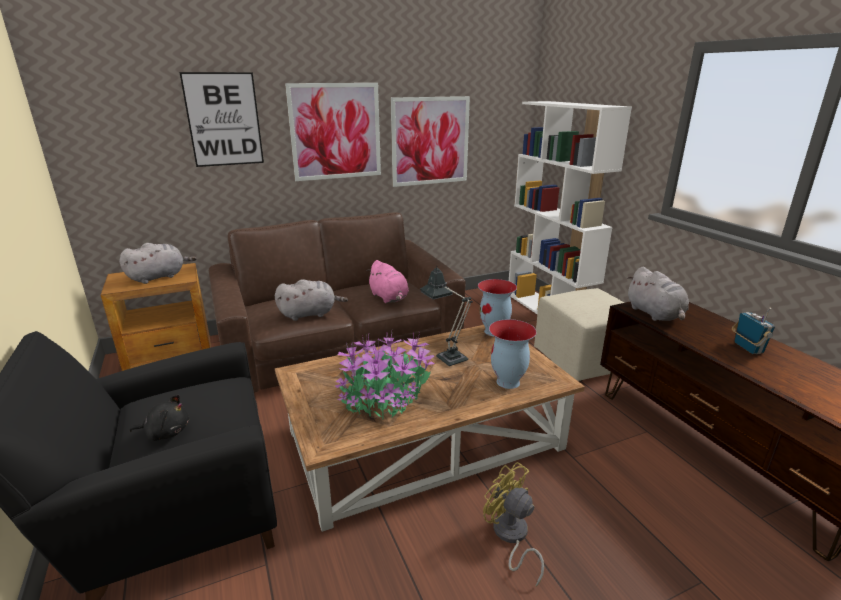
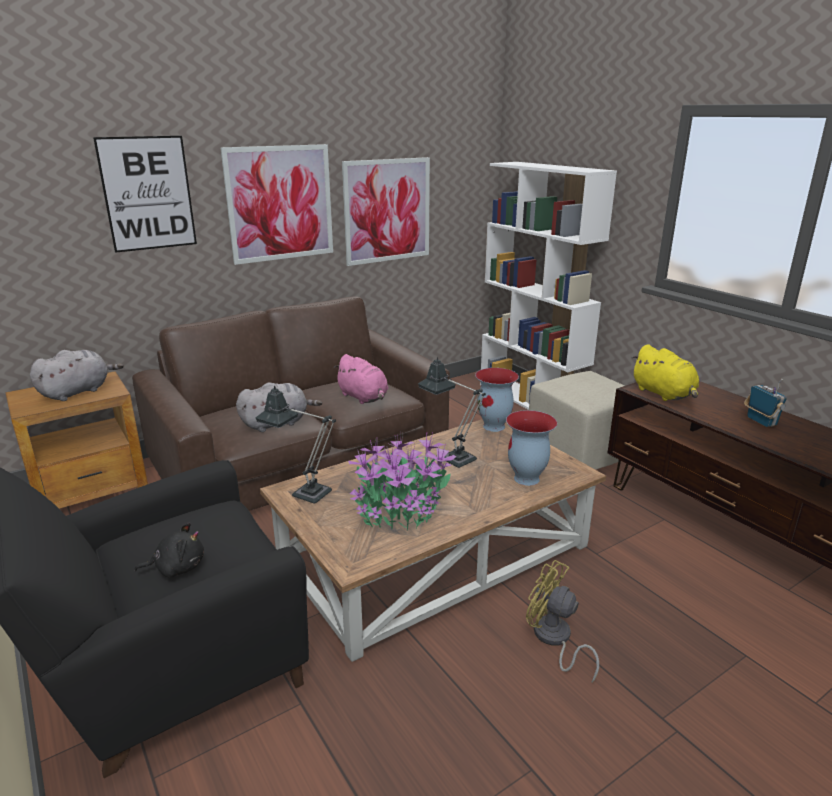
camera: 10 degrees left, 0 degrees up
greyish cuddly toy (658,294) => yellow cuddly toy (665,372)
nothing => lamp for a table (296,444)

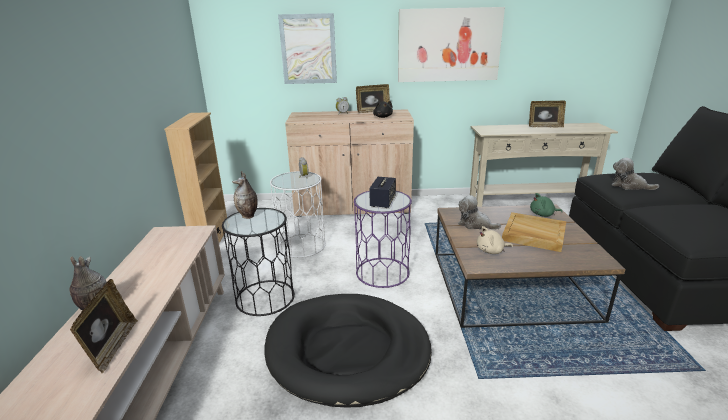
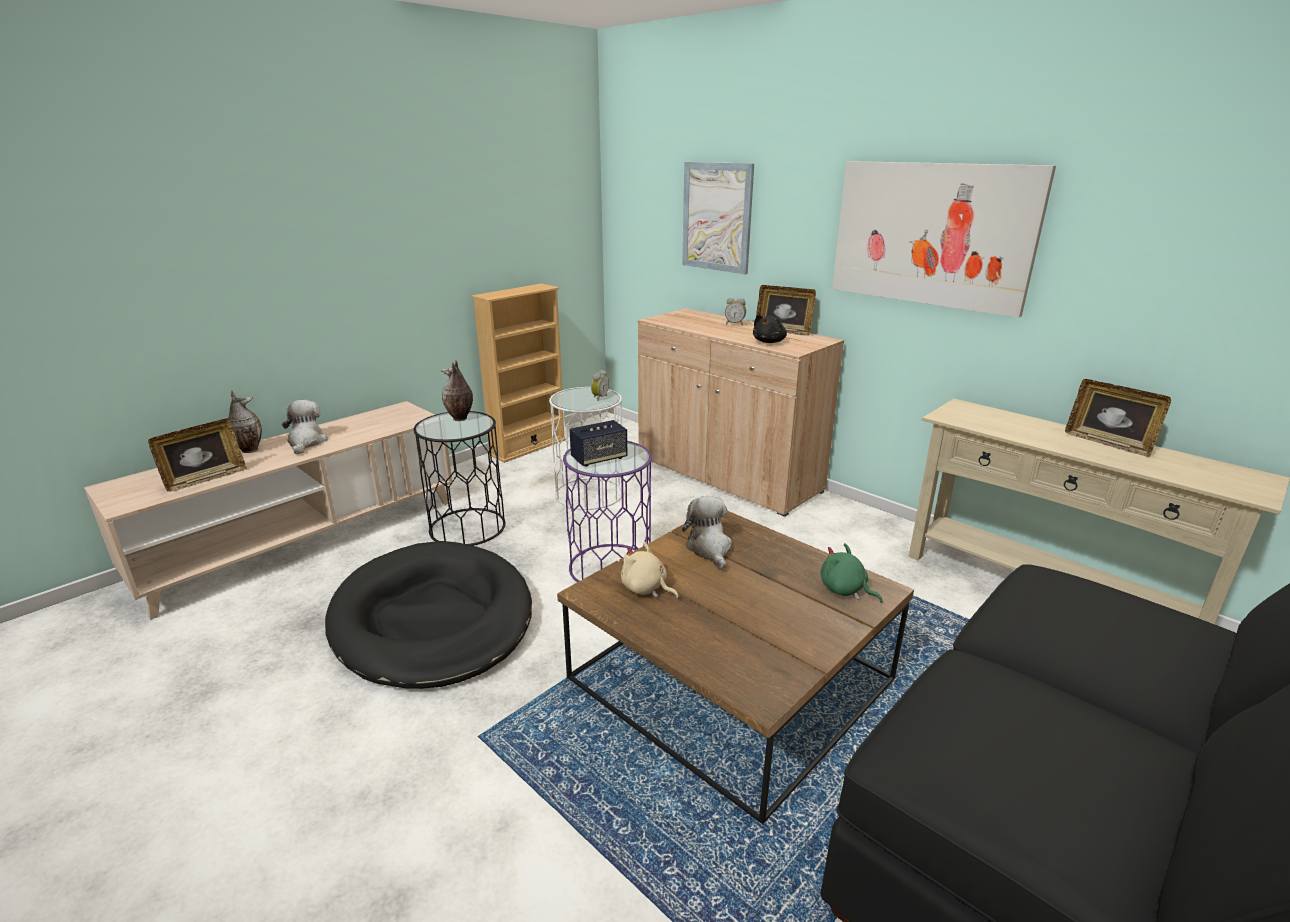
camera: 45 degrees right, 0 degrees up
cuddly toy (635,174) => cuddly toy (305,427), move
beige serving tray (534,232) => nothing

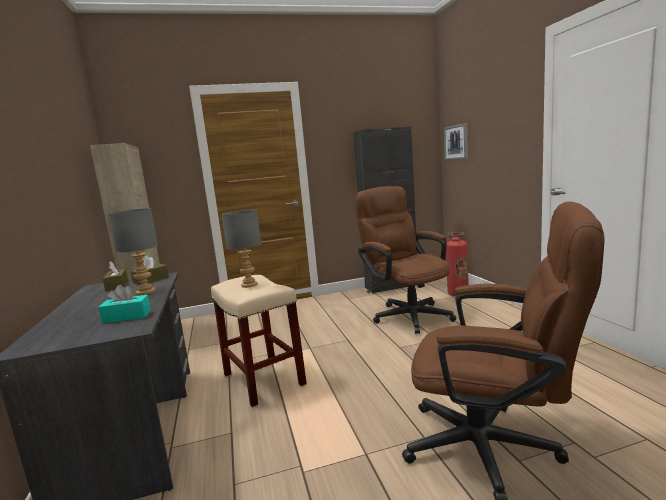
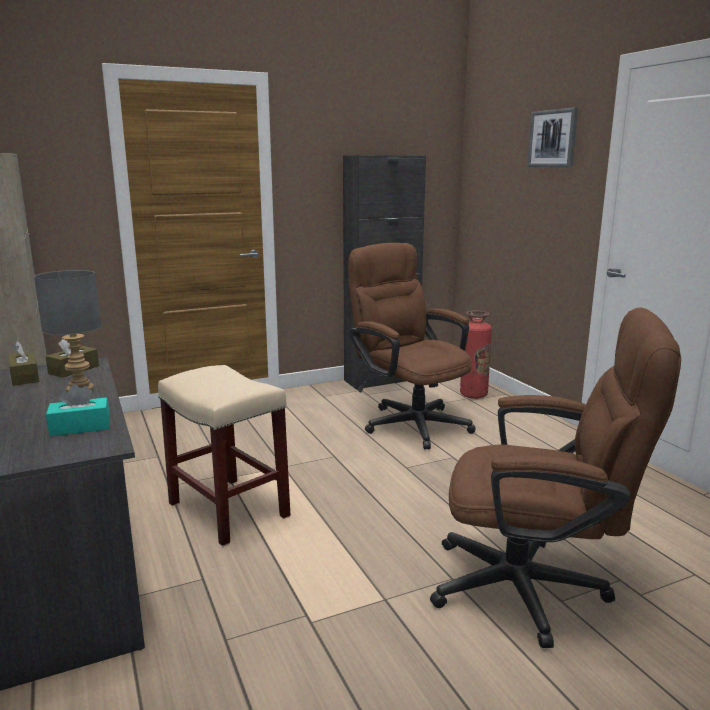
camera: 10 degrees left, 5 degrees up
wall art (455,141) => wall art (552,137), move
greyish lamp for a table (241,249) => nothing

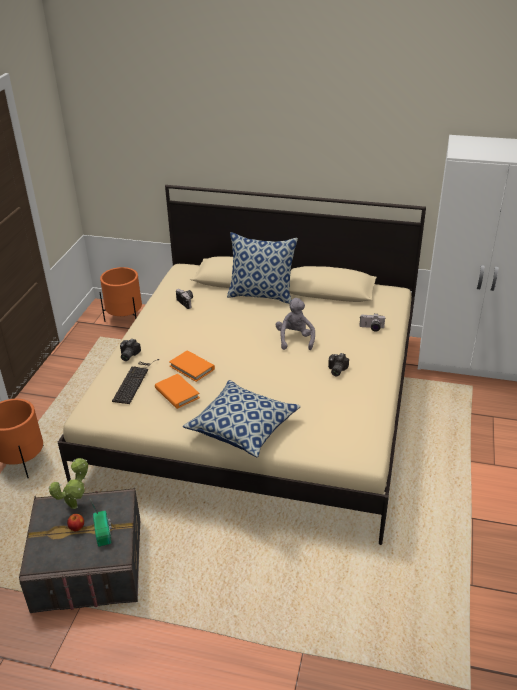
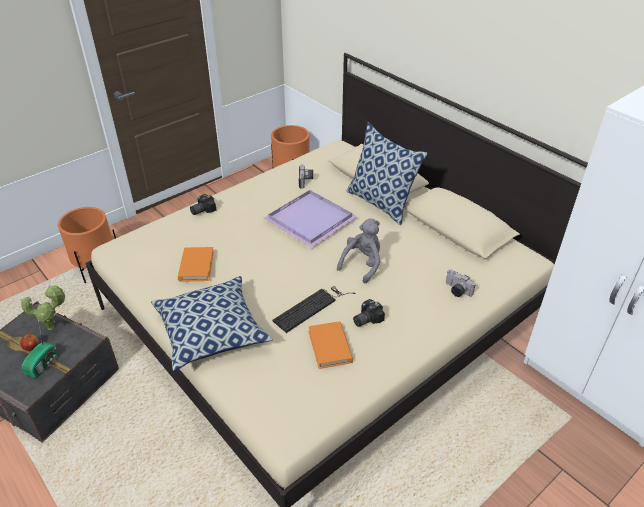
camera: 35 degrees right, 5 degrees up
orange-coloured volume (192,366) => orange-coloured volume (330,345), move
computer keyboard (135,381) => computer keyboard (313,309), move
nothing => purple-coloured serving tray (310,219)

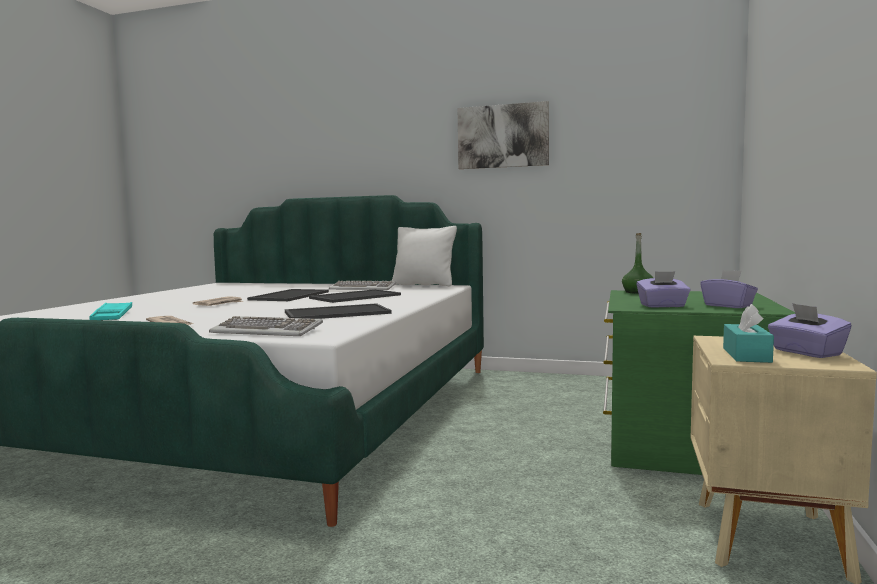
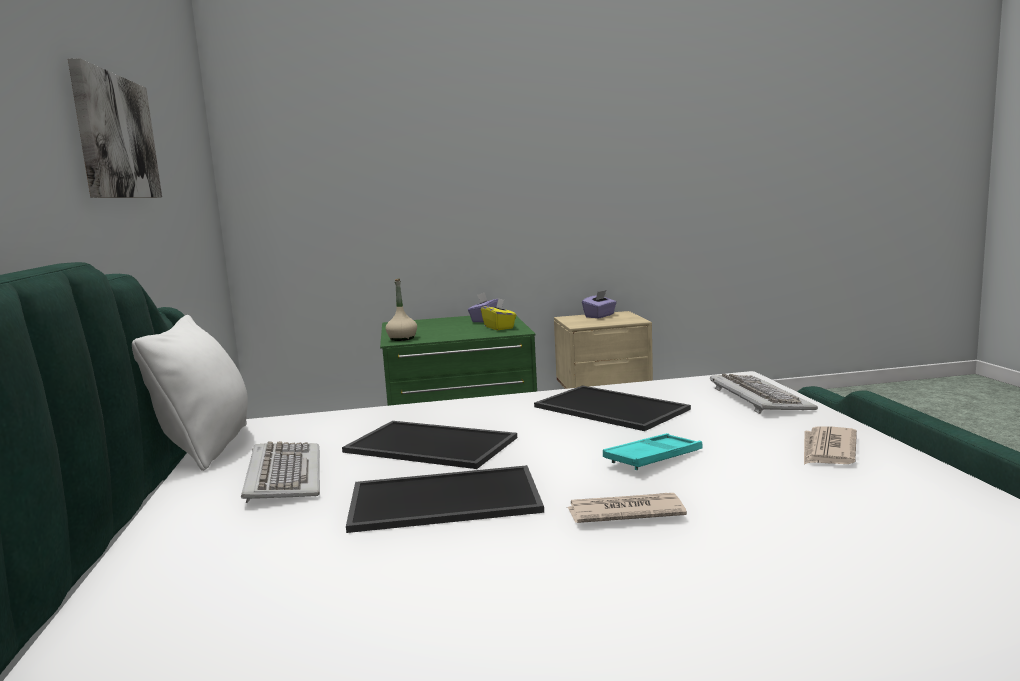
camera: 115 degrees left, 5 degrees up
greenish drink bottle (637,263) => beige drink bottle (401,309)
purple-coloured tissue box (664,289) => yellow tissue box (498,314)
turquoise-coloured serving tray (110,311) => turquoise-coloured serving tray (652,451), move
turquoise-coloured tissue box (748,333) => nothing

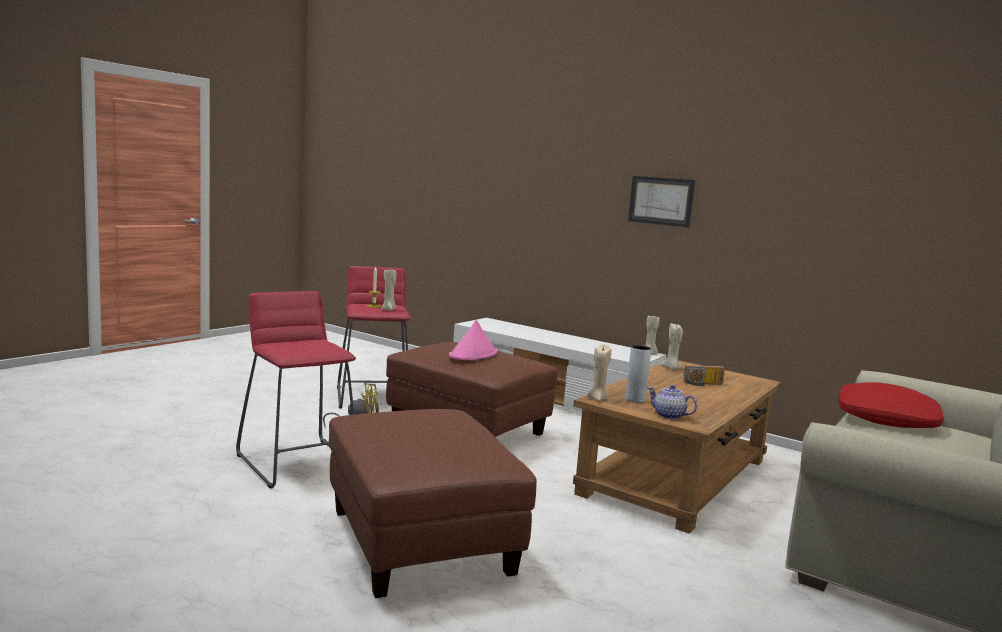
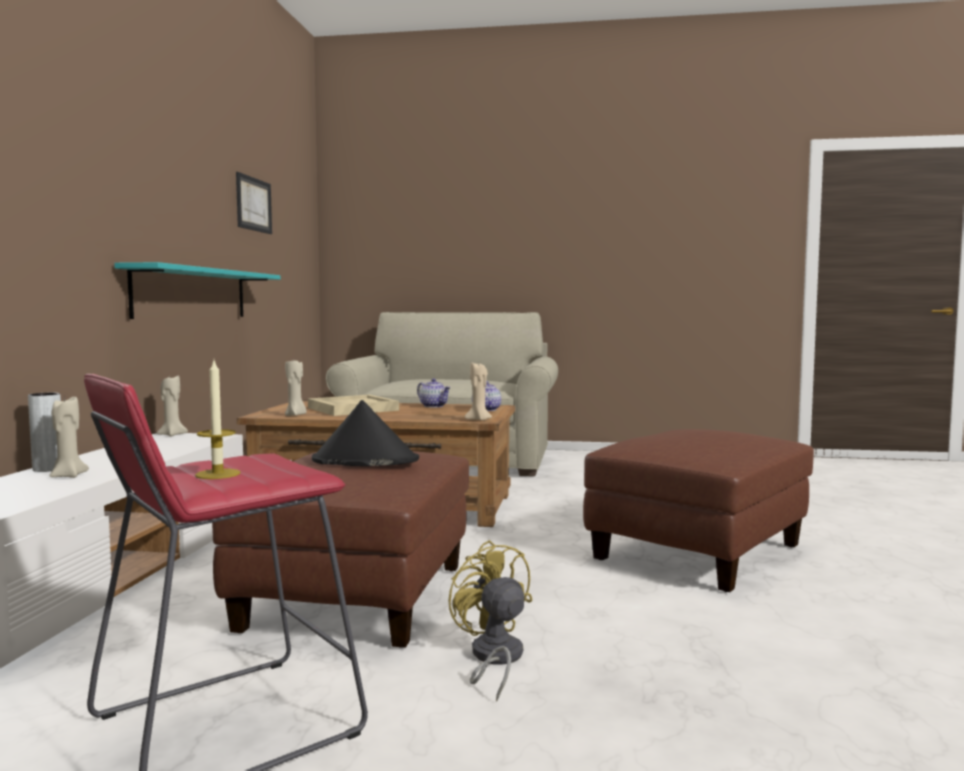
camera: 115 degrees left, 5 degrees down
wall art (661,201) => wall art (254,203), move
beige wax candle (389,290) => beige wax candle (69,437), move
red stool (296,390) => nothing
pinkish clothing hat (473,340) => black-coloured clothing hat (365,433)
greyish decorative vase (638,374) => greyish decorative vase (44,432), move
radio (704,375) => beige serving tray (353,405)
red pillow (891,405) => nothing
nothing => turquoise-coloured shelf (197,290)
nothing => teapot (434,393)

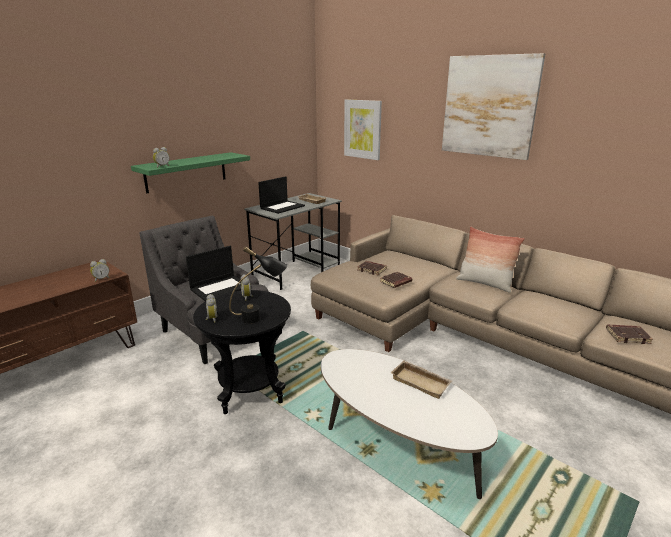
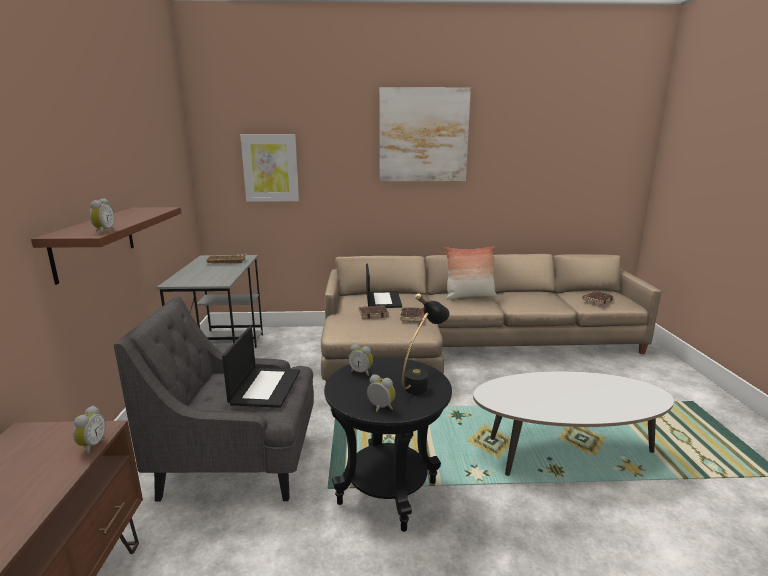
camera: 45 degrees left, 5 degrees down
greenish shelf (190,172) => brown-coloured shelf (106,246)
portable computer (281,195) => portable computer (384,285), move
beige serving tray (421,380) => nothing

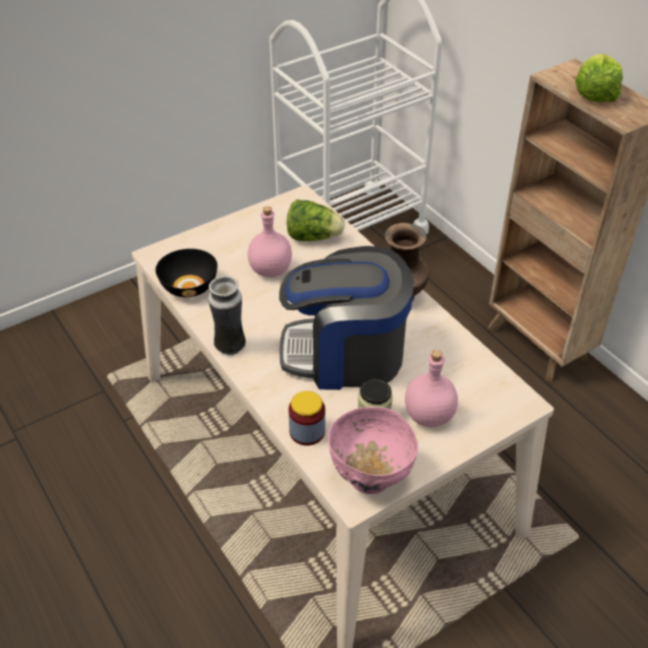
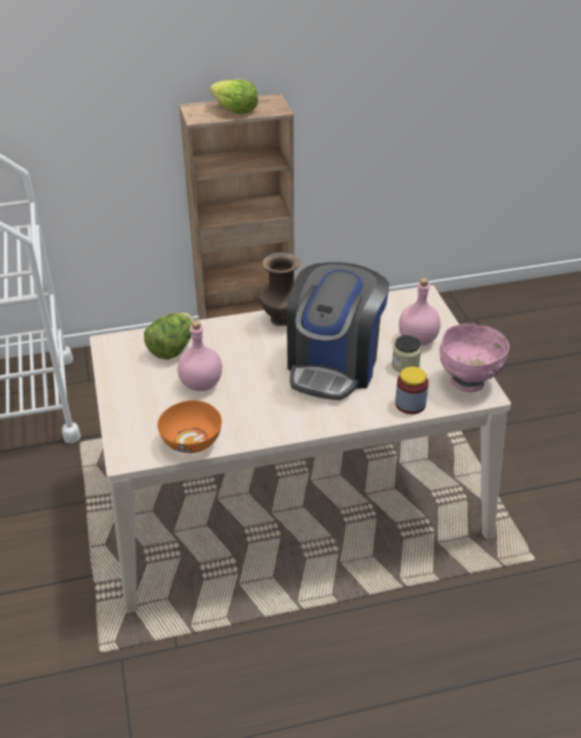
camera: 70 degrees left, 5 degrees down
black-coloured serving bowl (186,273) => orange-coloured serving bowl (189,426)
decorative vase (227,315) => nothing

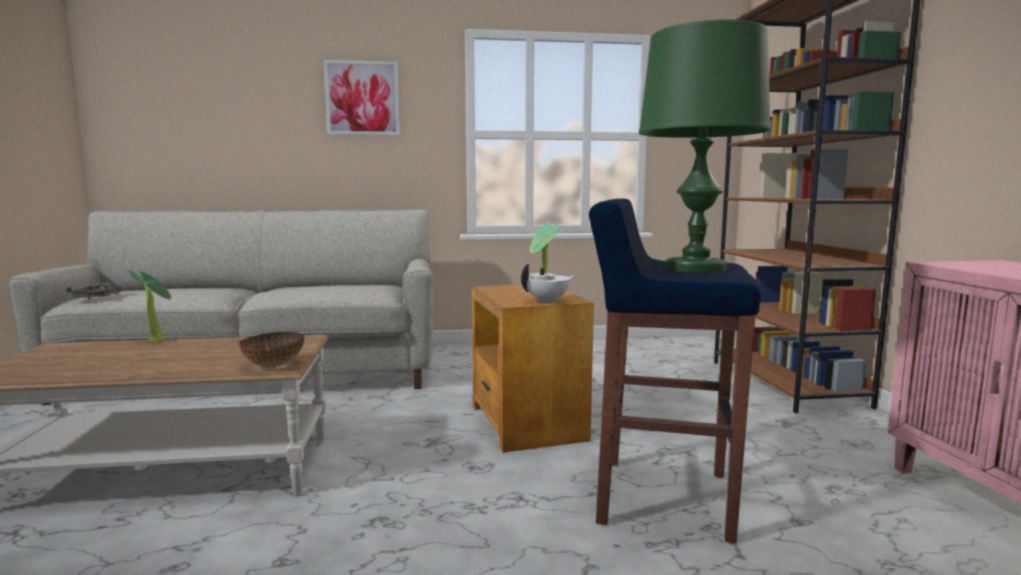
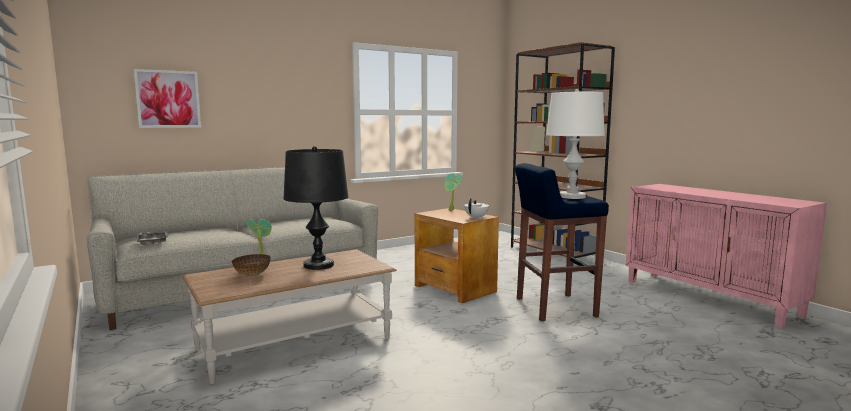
camera: 25 degrees left, 0 degrees up
greenish lamp for a table (705,146) => white-coloured lamp for a table (575,144)
wall art (362,97) => wall art (167,98), move
serving bowl (272,349) => serving bowl (251,265), move
nothing => black-coloured lamp for a table (315,208)

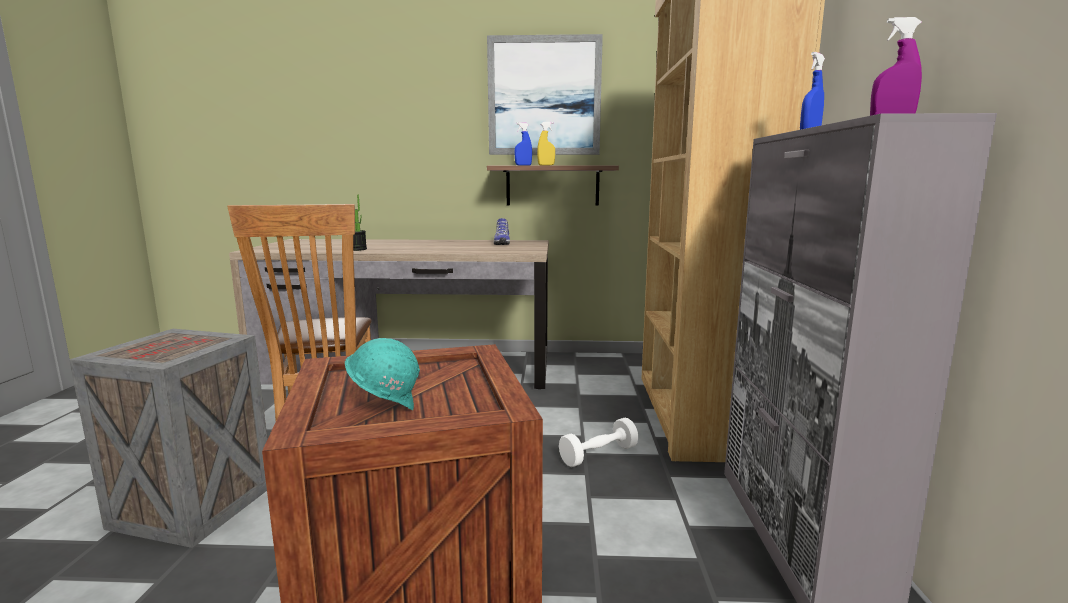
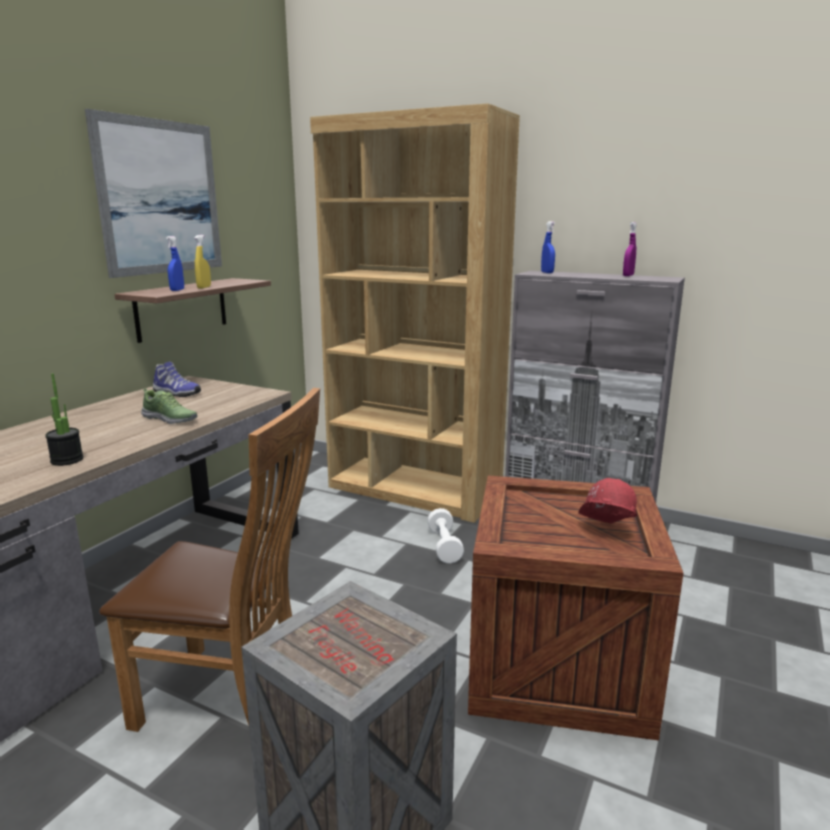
camera: 65 degrees left, 5 degrees up
turquoise-coloured hard hat (382,374) => red hard hat (607,501)
nothing => item of footwear (169,406)

